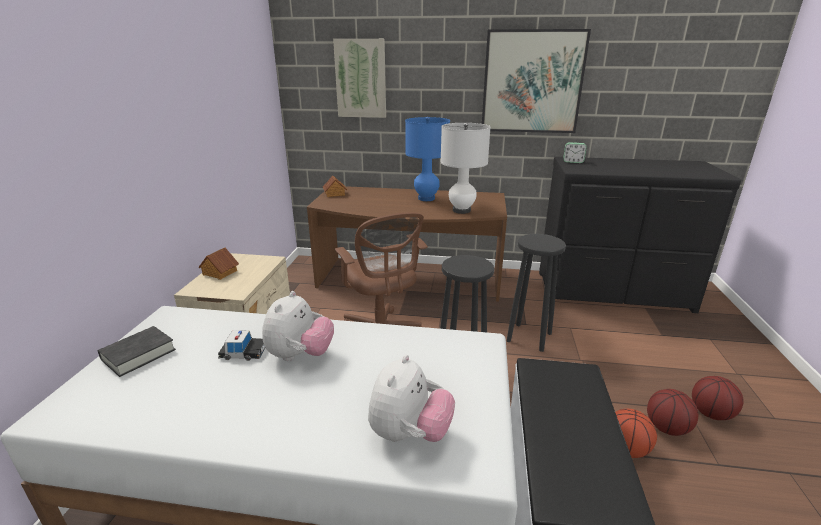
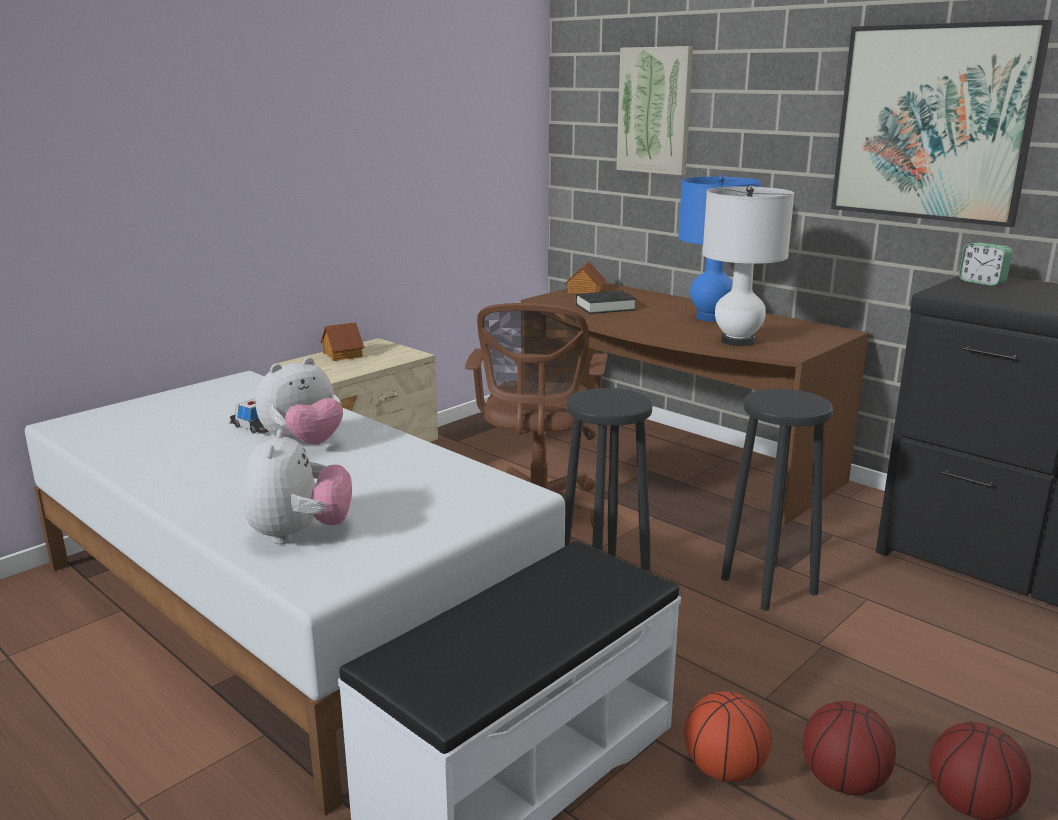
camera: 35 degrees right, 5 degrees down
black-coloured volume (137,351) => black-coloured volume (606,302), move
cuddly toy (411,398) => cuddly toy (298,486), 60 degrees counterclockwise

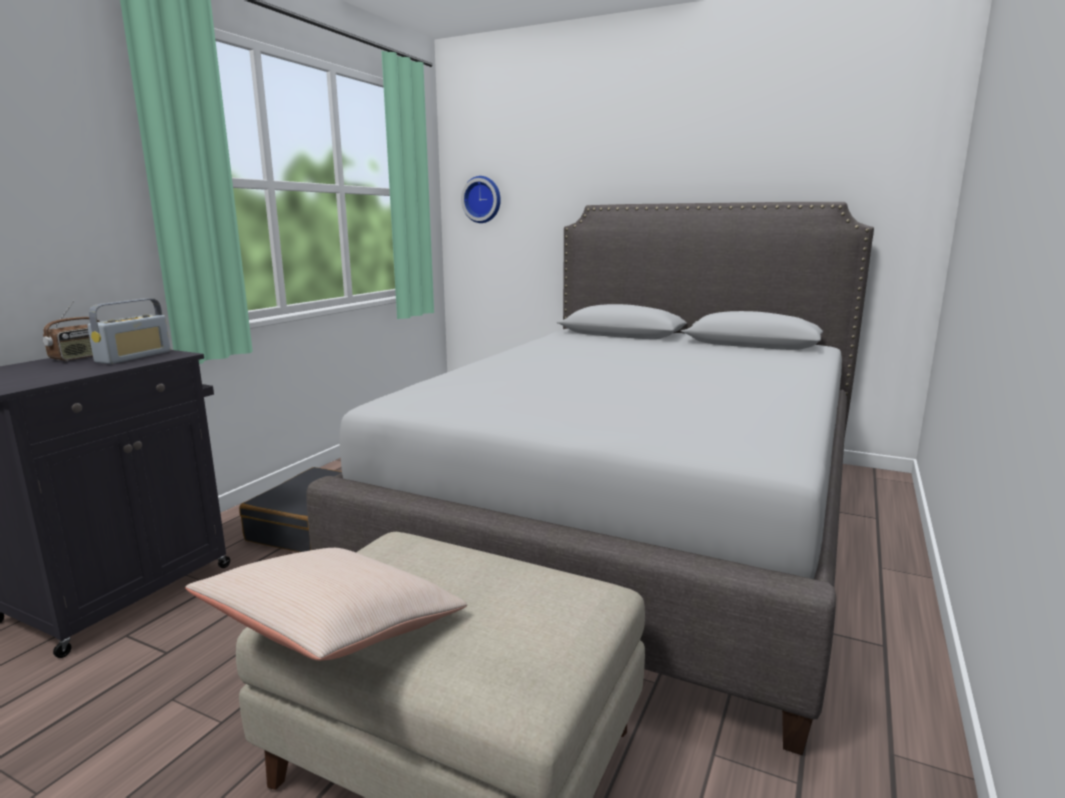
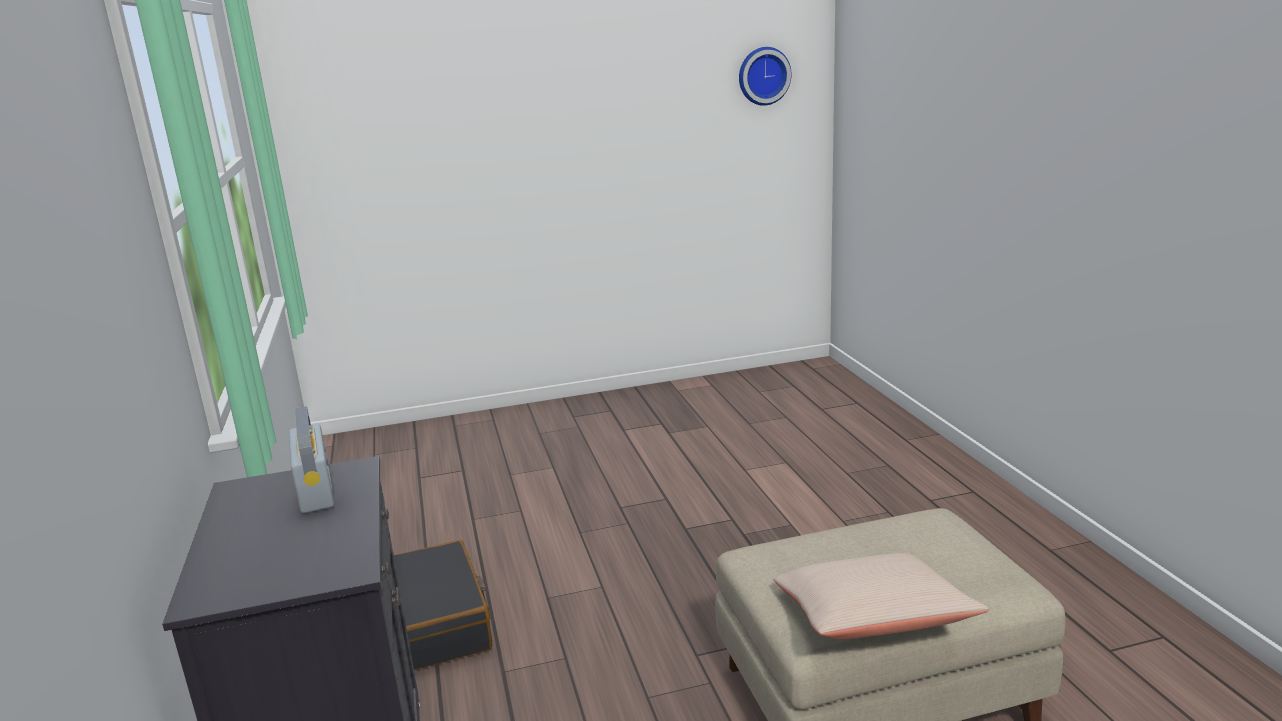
camera: 40 degrees left, 5 degrees up
wall clock (481,199) => wall clock (765,76), move
greyish bed (590,478) => nothing
radio (71,331) => nothing

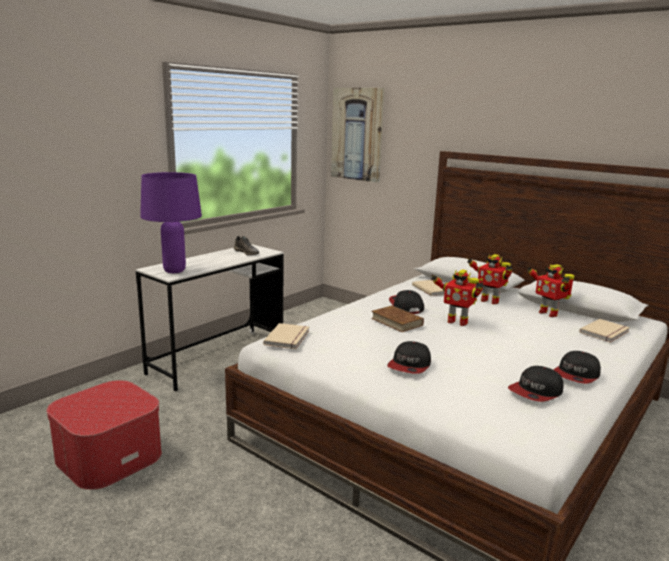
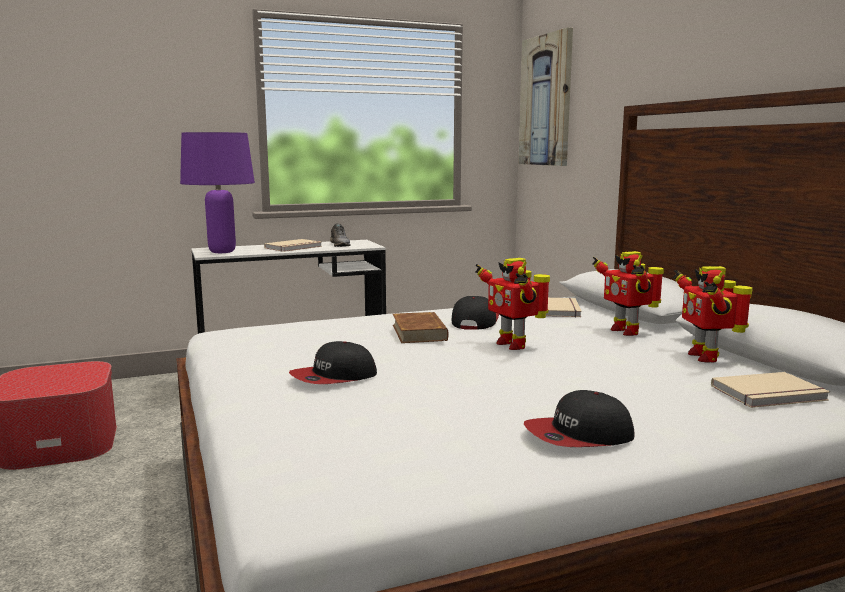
camera: 30 degrees right, 5 degrees down
beige volume (286,336) => beige volume (293,245), move
baseball cap (535,384) => nothing

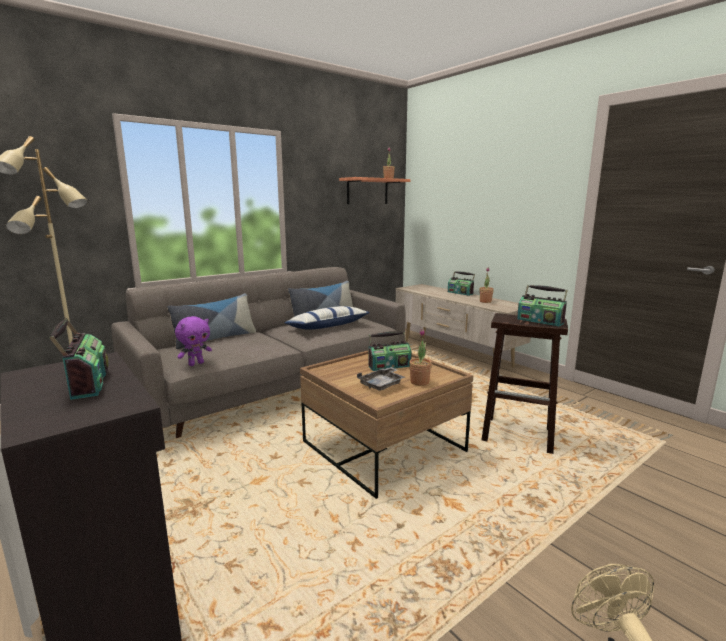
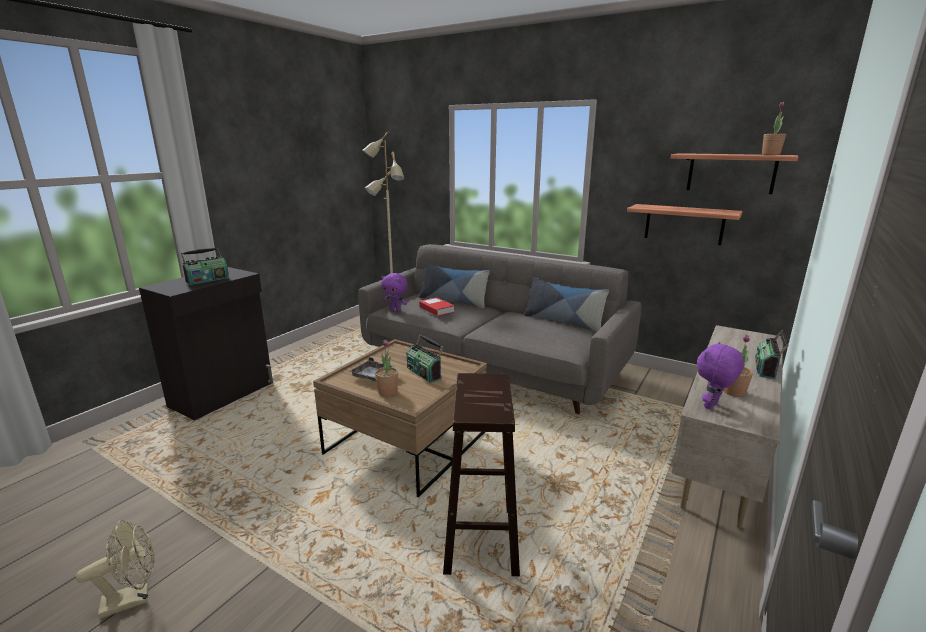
camera: 70 degrees right, 5 degrees up
radio (542,305) => nothing
pillow (327,318) => nothing
nothing => shelf (685,224)
nothing => volume (437,306)
nothing => purple-coloured cuddly toy (720,376)

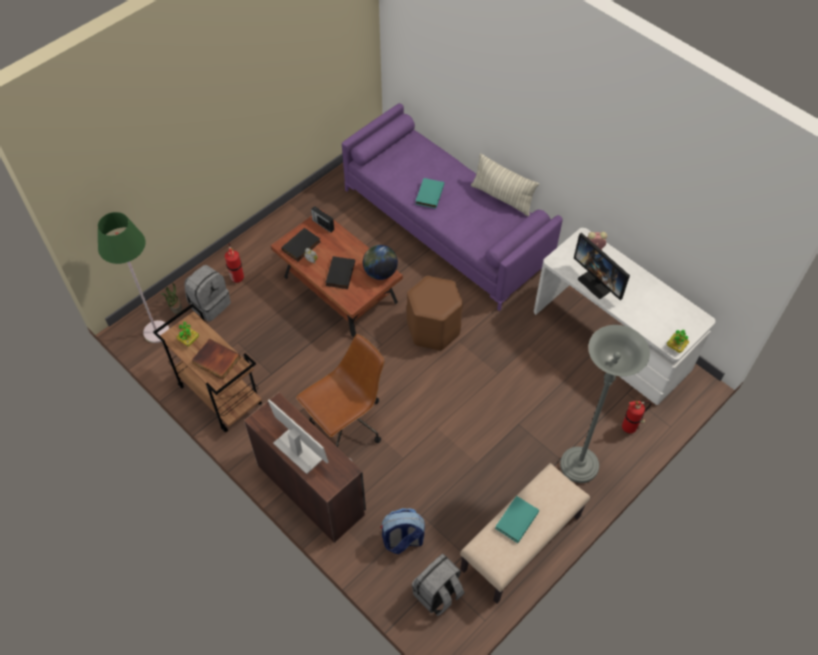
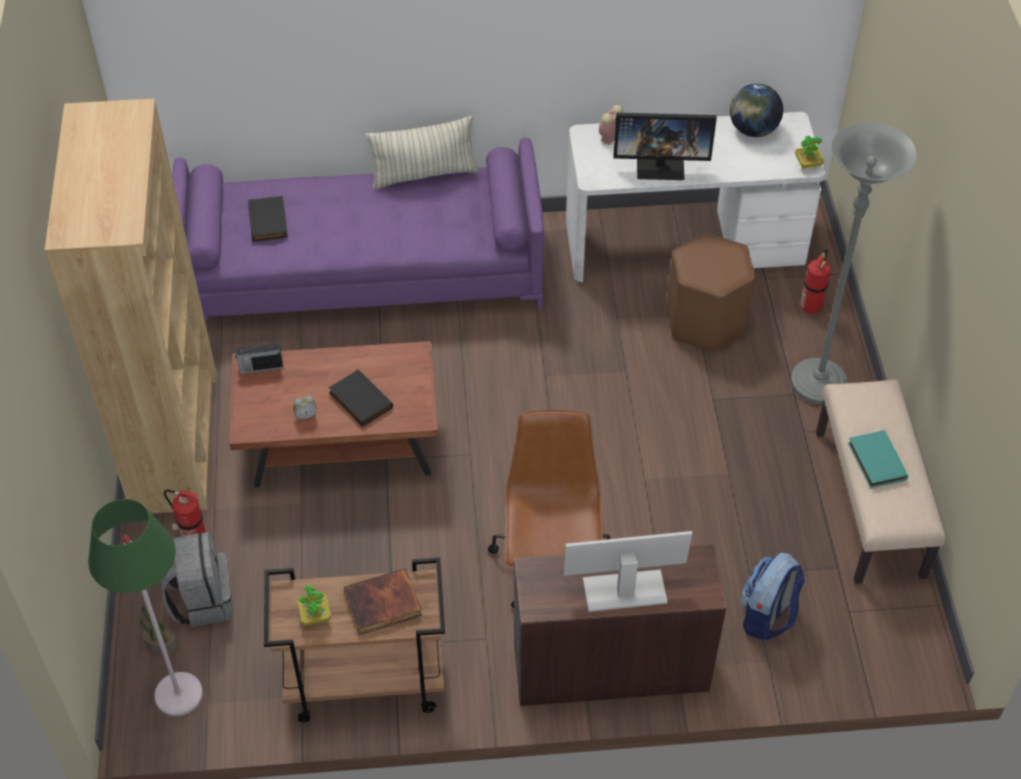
camera: 50 degrees left, 5 degrees down
turquoise-coloured volume (429,193) => nothing
black-coloured volume (301,244) => black-coloured volume (268,219), move
world globe (380,262) => world globe (756,110), move
brown-coloured stool (435,313) => brown-coloured stool (711,293), move
greyish knapsack (438,585) => nothing
nothing => brown-coloured shelving unit (130,306)

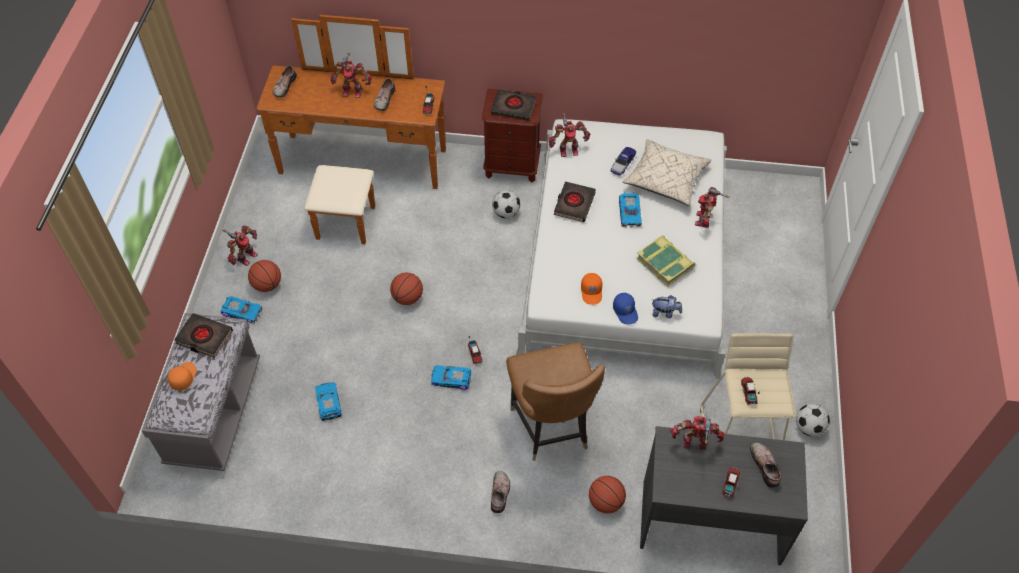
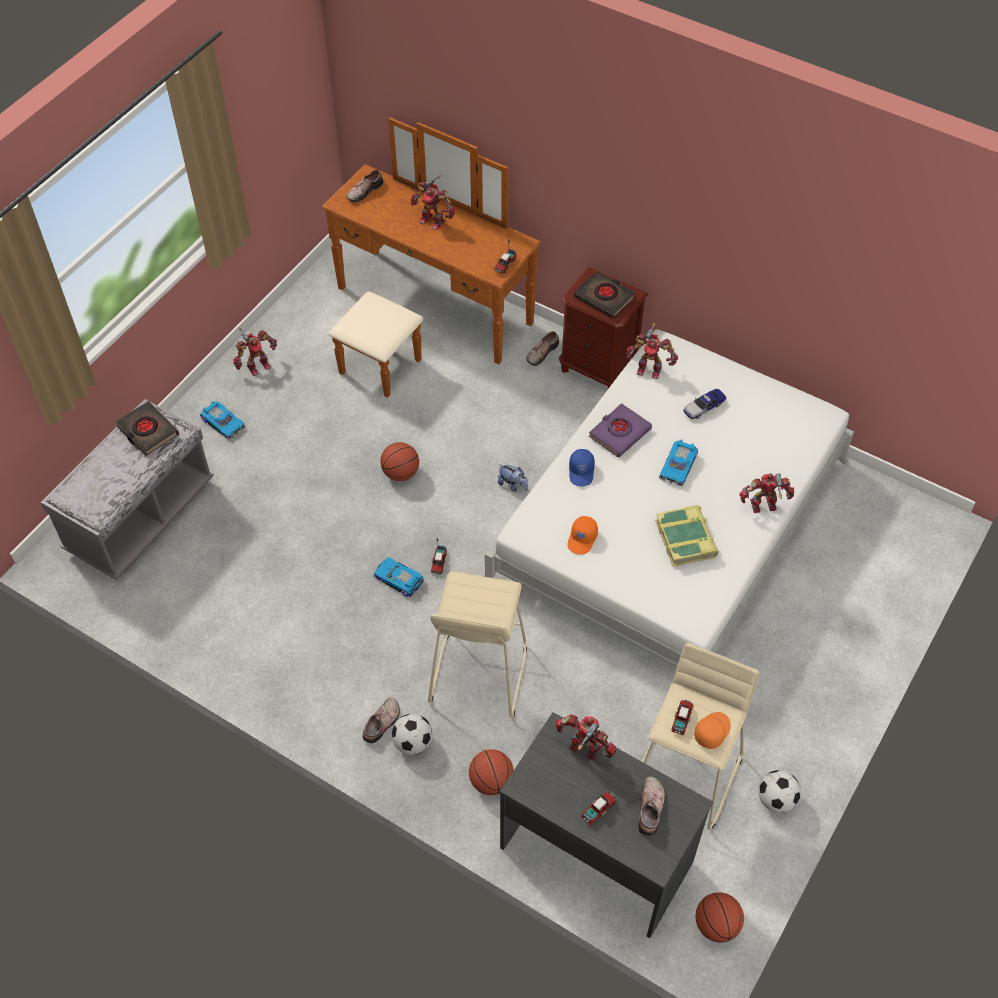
camera: 25 degrees right, 0 degrees up
item of footwear (384,94) => item of footwear (542,348), move
beige pillow (667,172) => nothing
black-coloured volume (575,202) => purple-coloured volume (620,430)
robot figure (712,207) => robot figure (767,493), 45 degrees clockwise
football (506,204) => football (412,734), move
basketball ball (264,276) => basketball ball (719,917), move
bluish baseball cap (625,308) => bluish baseball cap (582,467), move
cuddly toy (667,306) => cuddly toy (513,478), move
brown-coloured plain chair (555,401) => beige stool (477,644)
orange-coloured baseball cap (182,376) => orange-coloured baseball cap (712,730), move
model car (328,401) => nothing

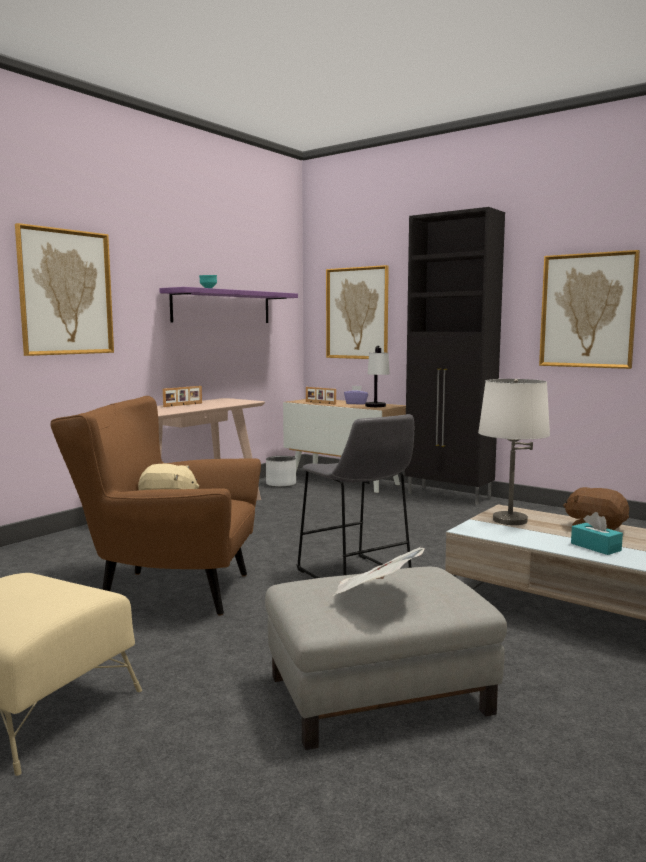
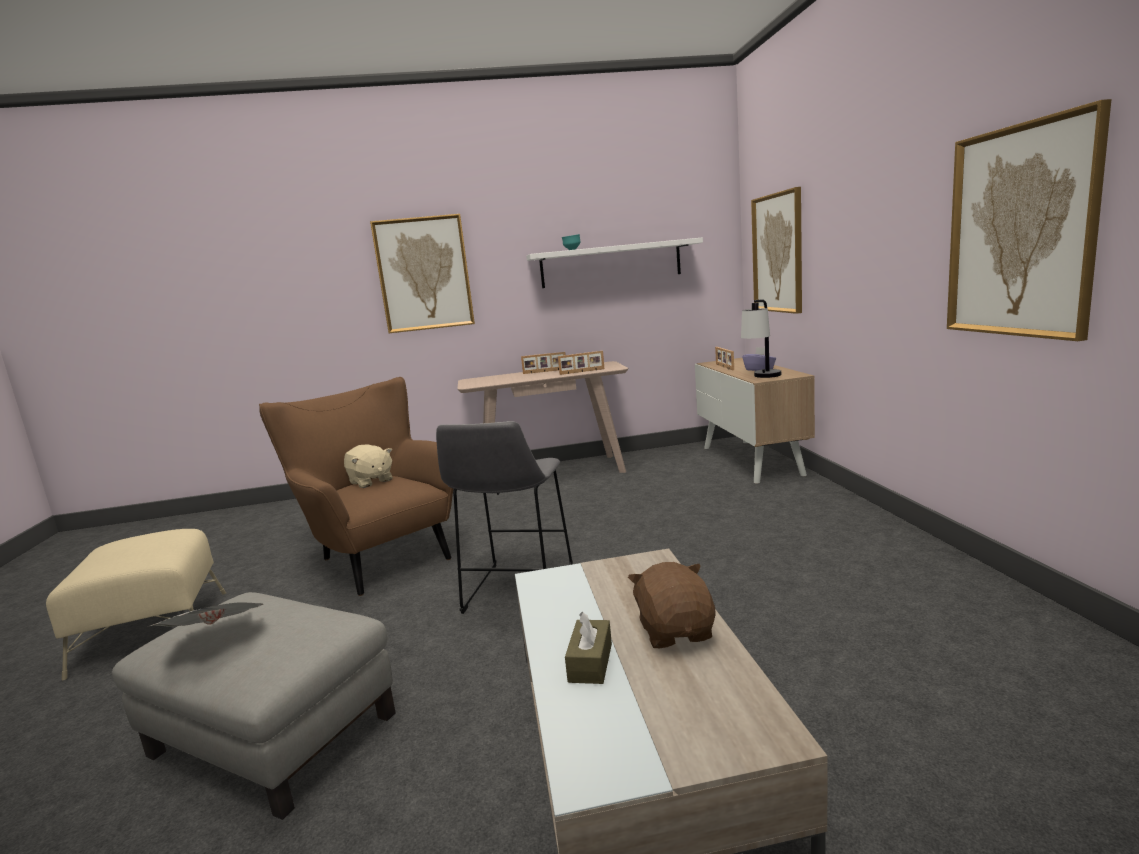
camera: 45 degrees right, 5 degrees up
black-coloured cabinet (455,356) => nothing
purple-coloured shelf (228,305) => white-coloured shelf (614,262)
white-coloured lamp for a table (514,452) => nothing
greyish plant pot (281,471) => nothing
turquoise-coloured tissue box (597,533) => brown-coloured tissue box (588,648)
nothing => standing frame (581,363)

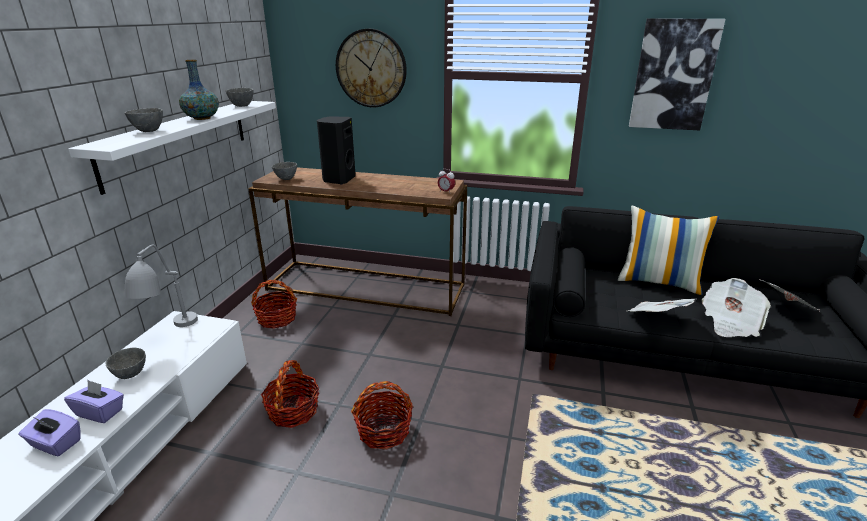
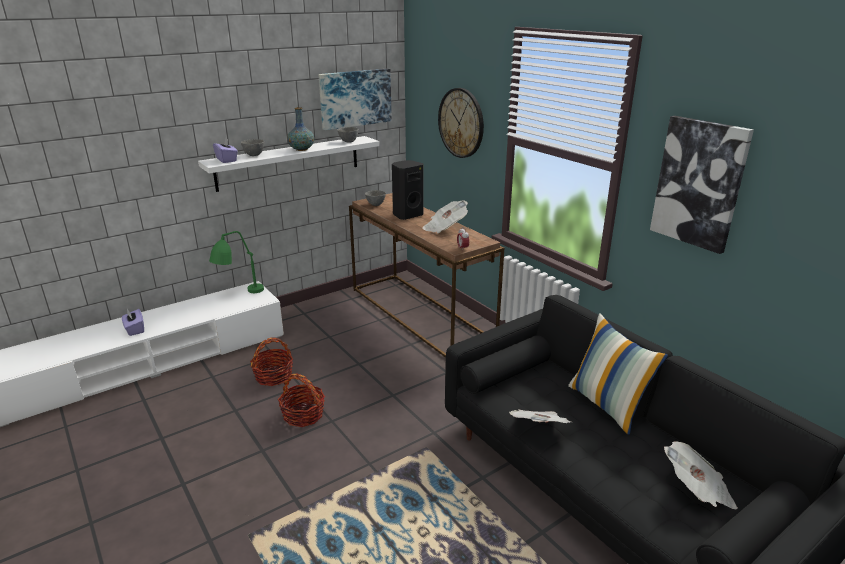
camera: 40 degrees right, 0 degrees up
greyish lamp for a table (161,285) => greenish lamp for a table (236,262)
daily paper (736,307) => daily paper (445,217), move
storage basket (274,304) => nothing
greyish serving bowl (126,363) => nothing
purple-coloured tissue box (94,401) => purple-coloured tissue box (225,150), move
nothing => wall art (355,99)

